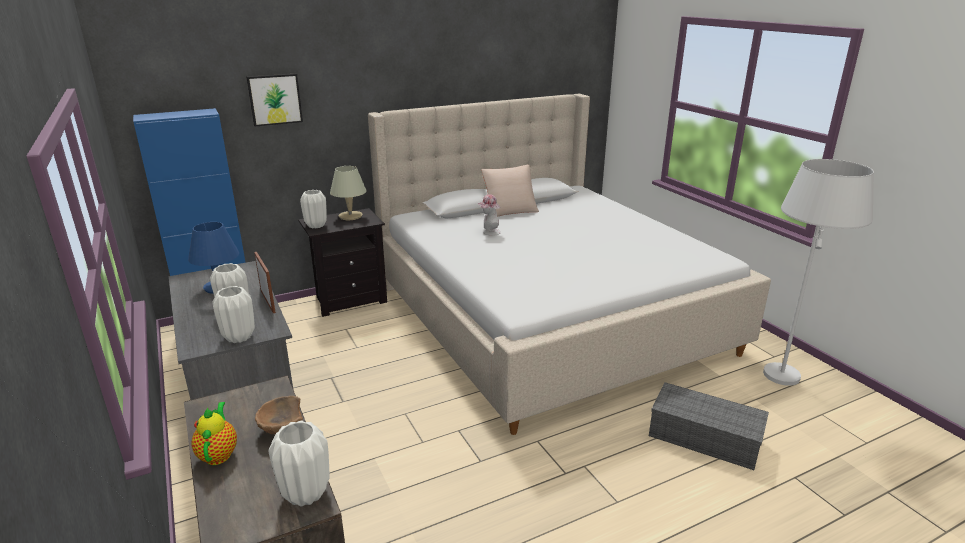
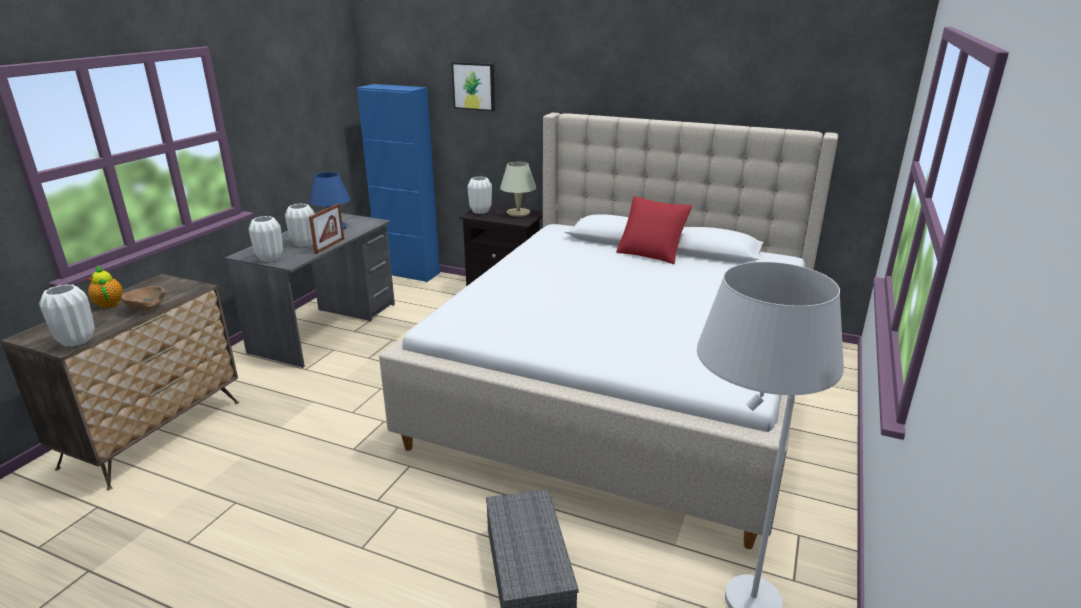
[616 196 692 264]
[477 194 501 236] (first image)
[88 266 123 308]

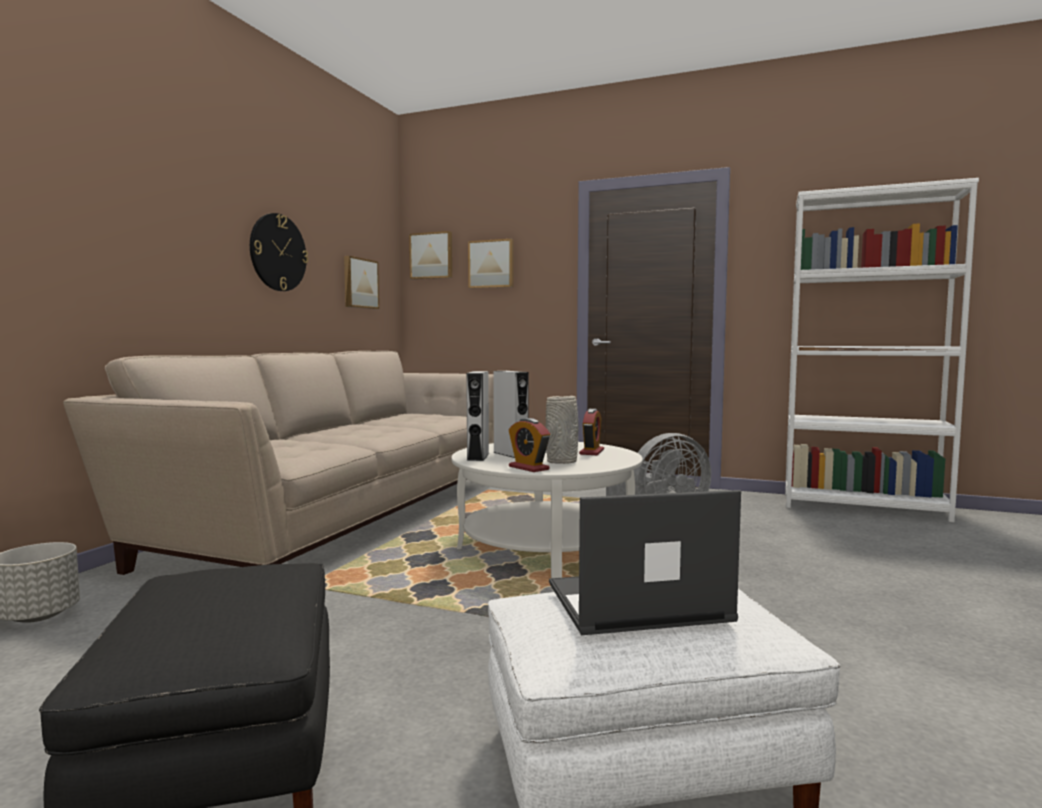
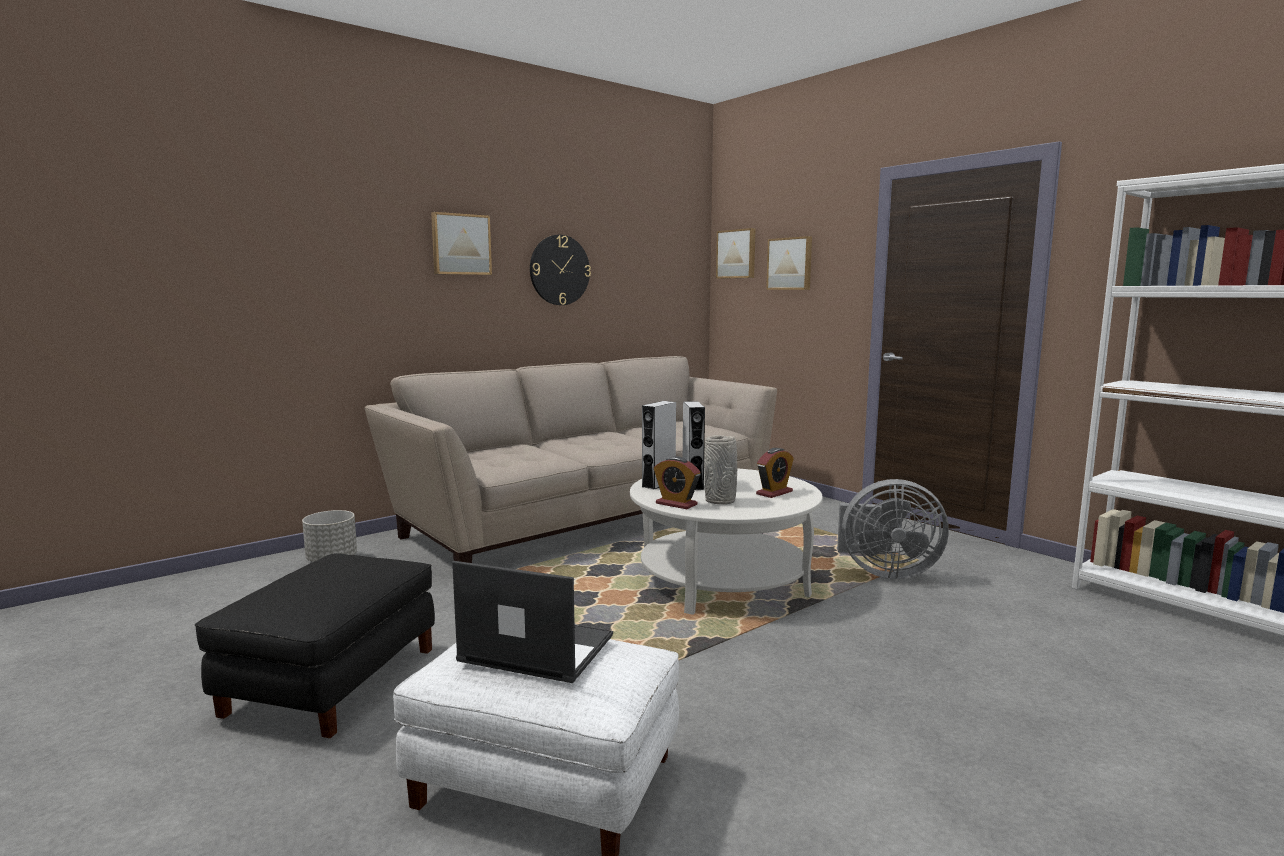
[431 212 492 275]
[654 456 701 509]

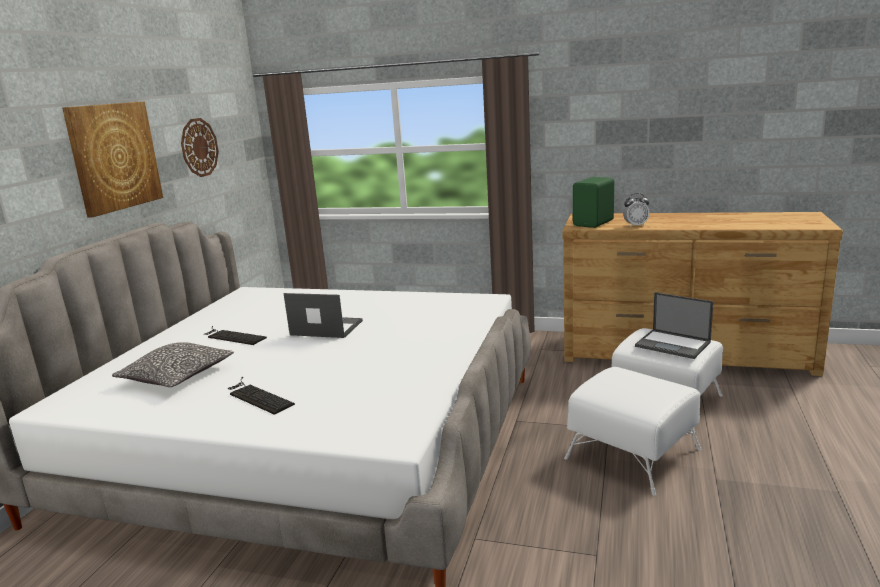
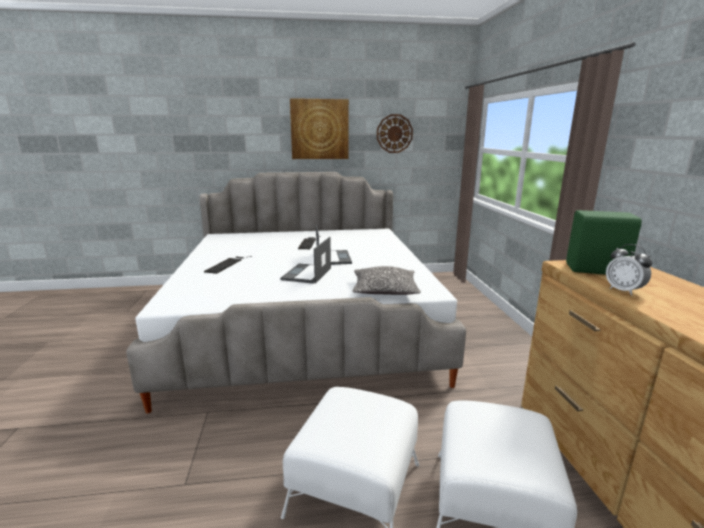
[280 237 331 284]
[352 266 421 295]

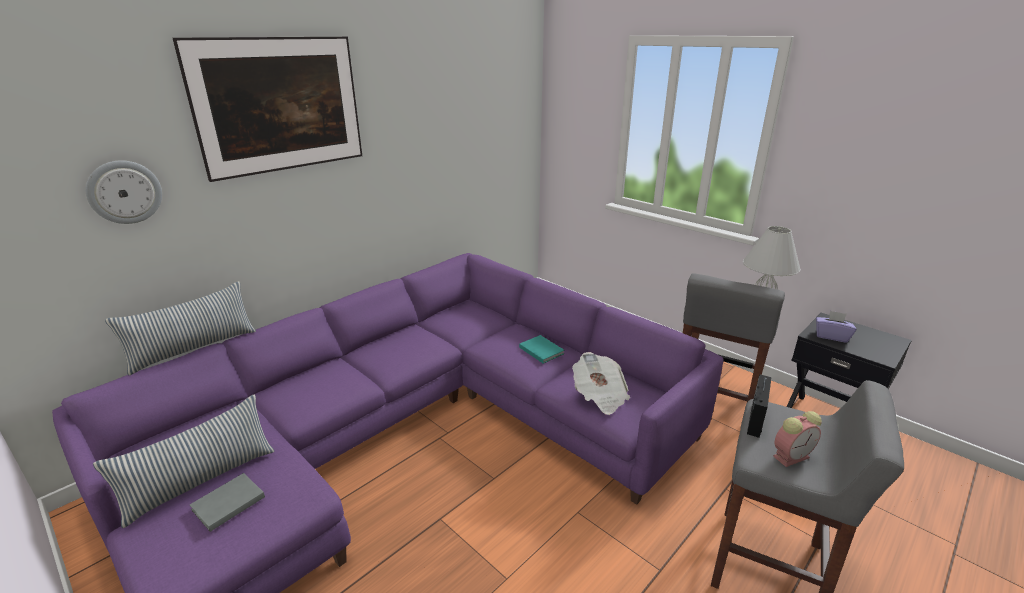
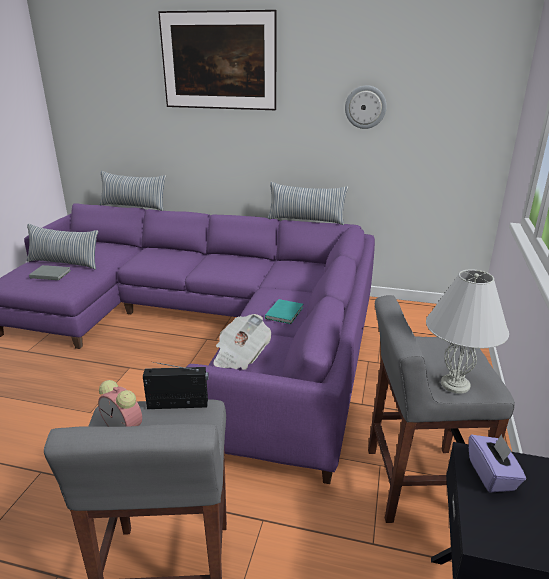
[345 85 387 129]
[267 182 348 225]

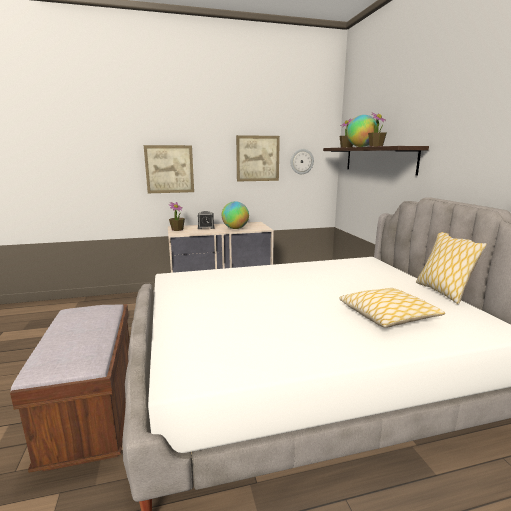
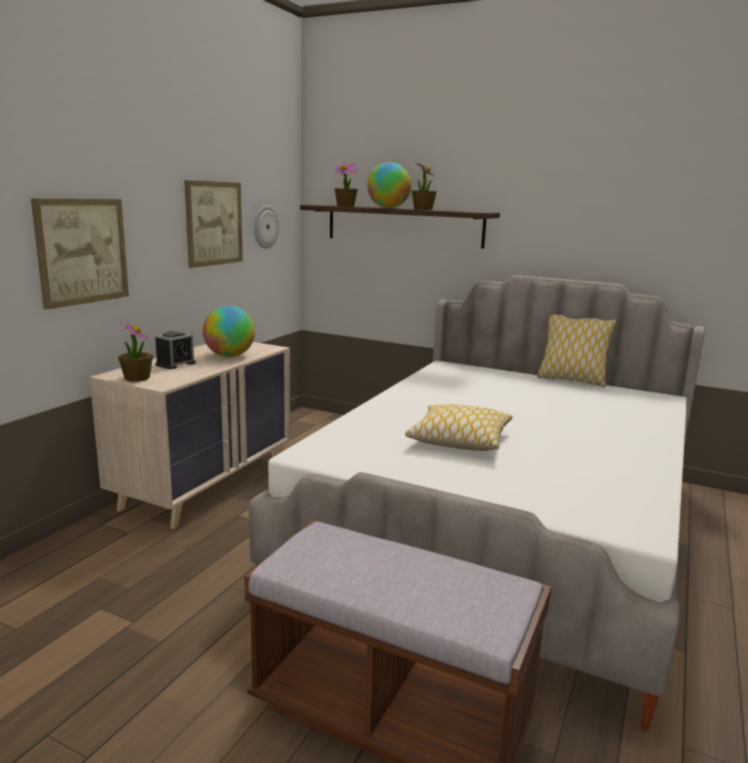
[405 404 512 451]

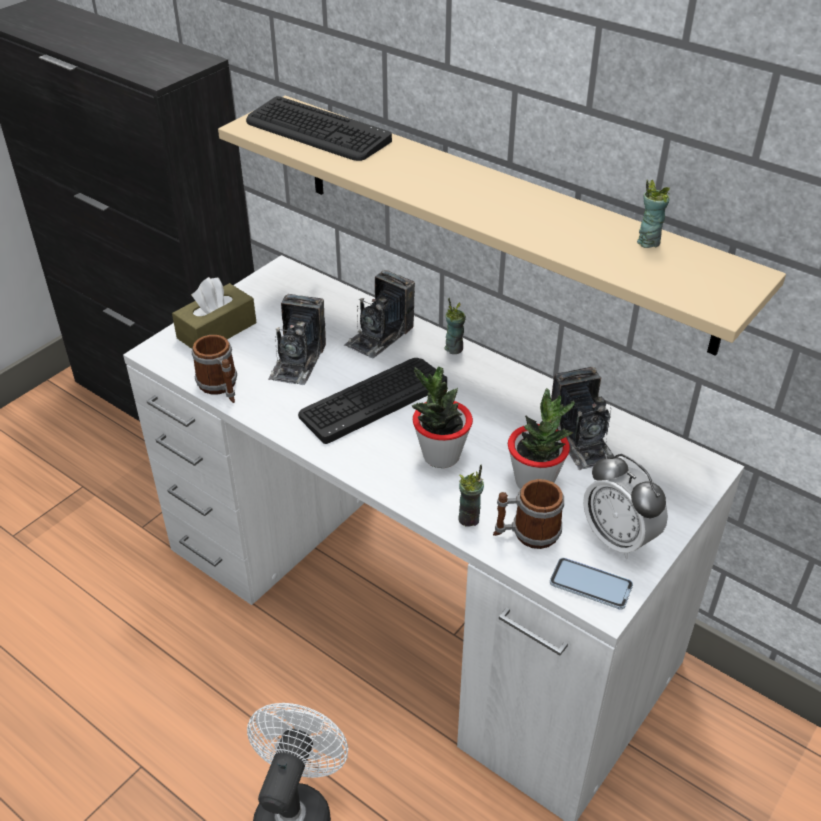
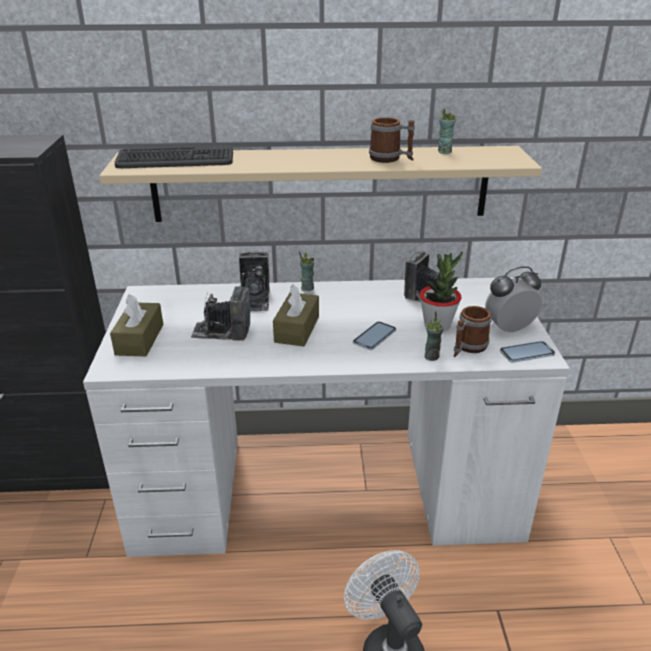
[191 286 250 340]
[369 117 415 163]
[273 284 319 346]
[353 321 396 350]
[485 266 542 333]

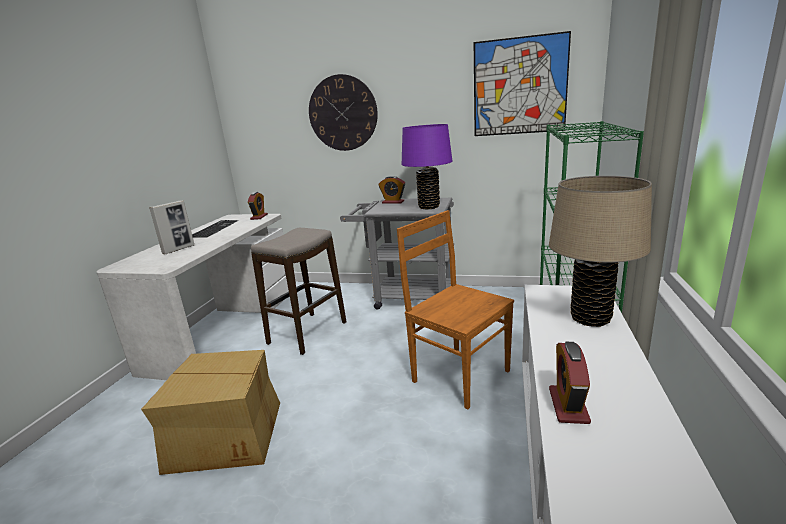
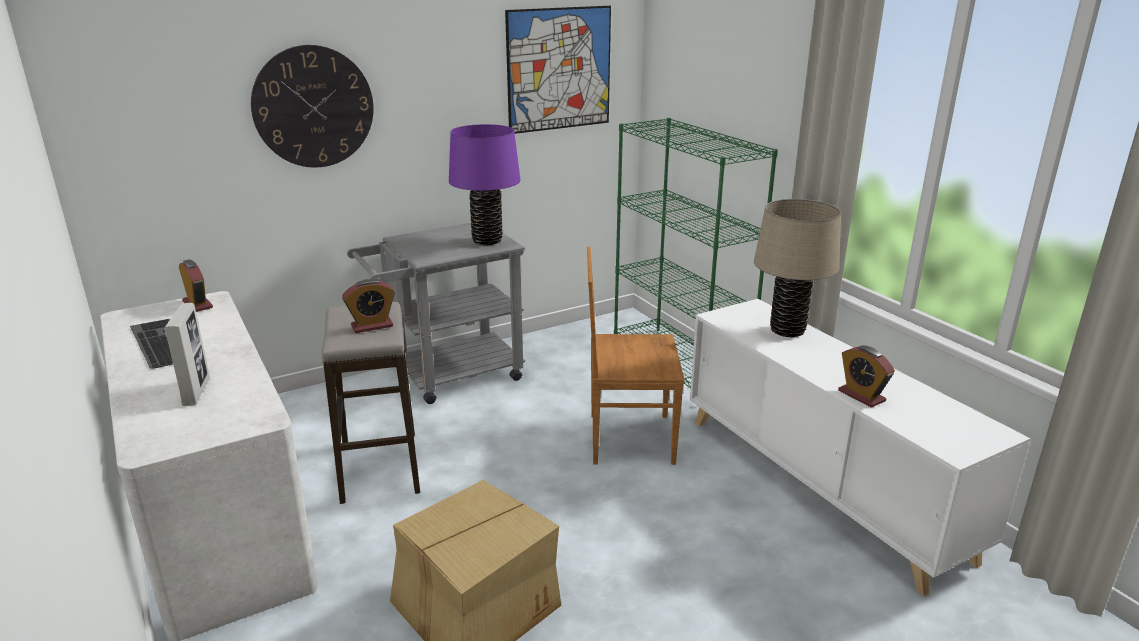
[342 279 395 333]

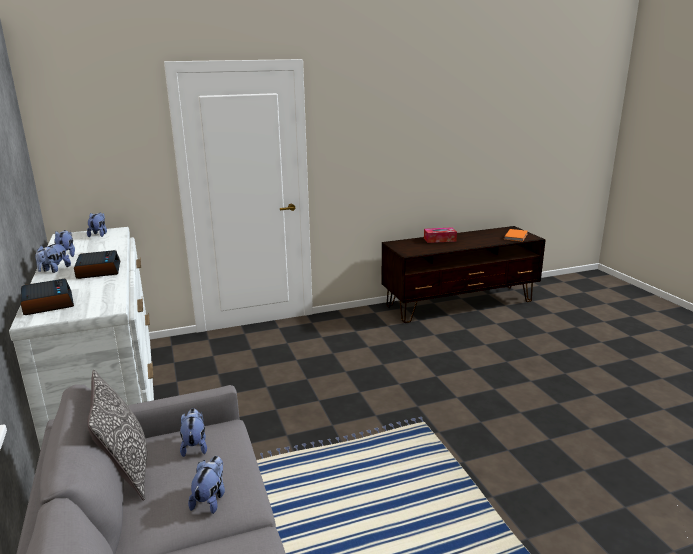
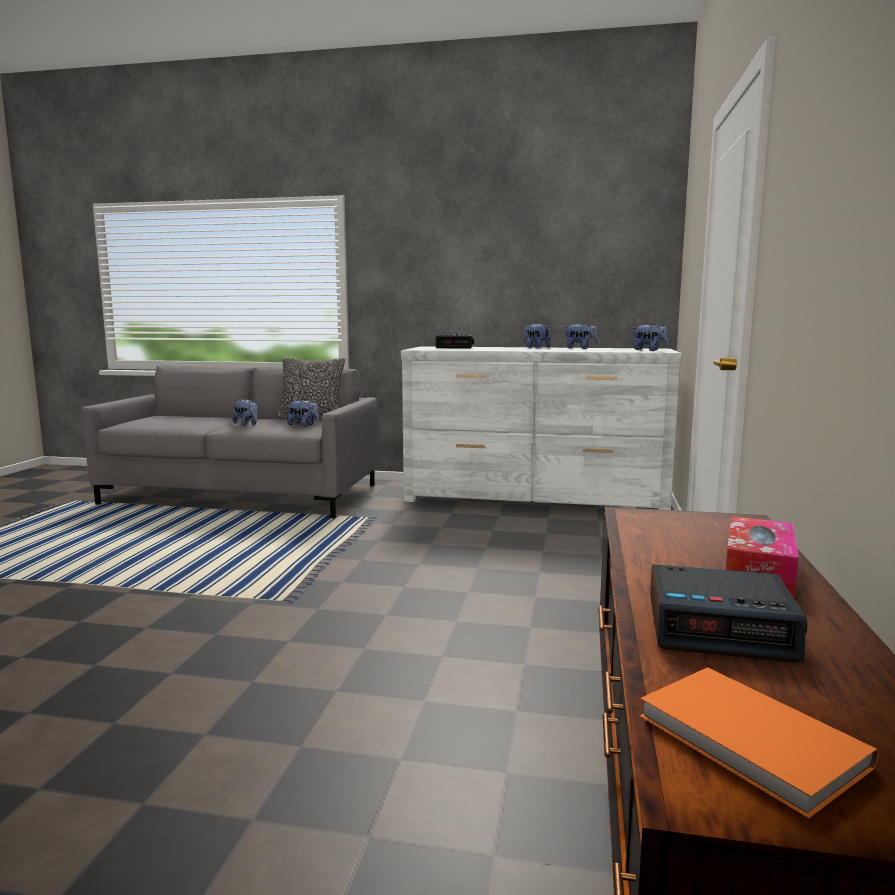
[650 564 807 663]

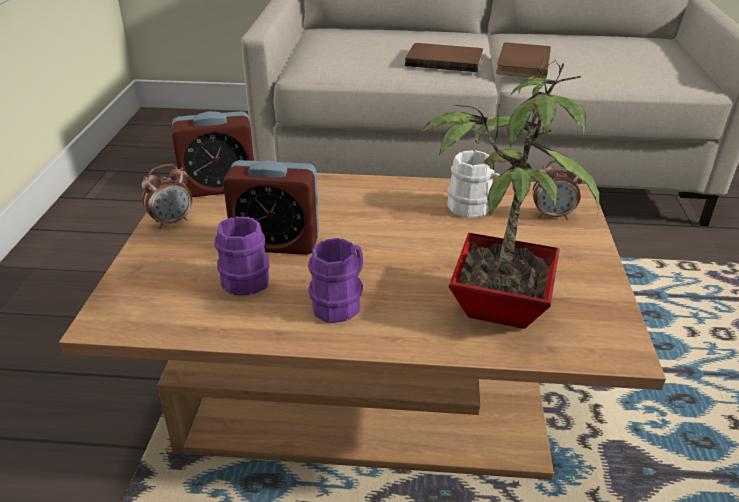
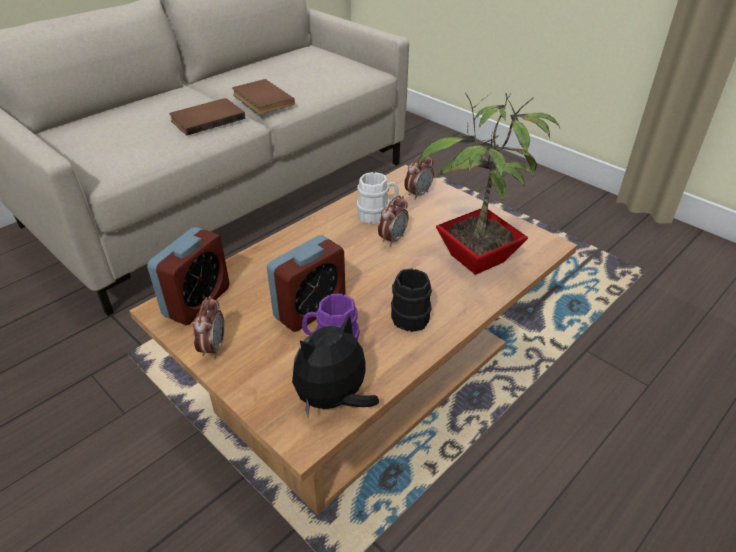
[391 268 432 332]
[378 195 409 246]
[292 313 379 419]

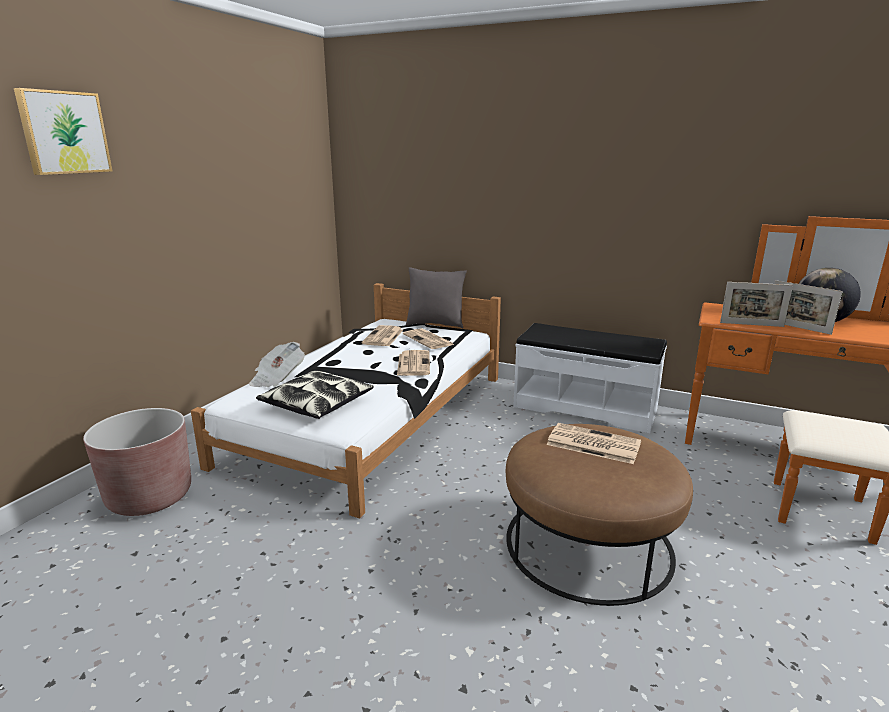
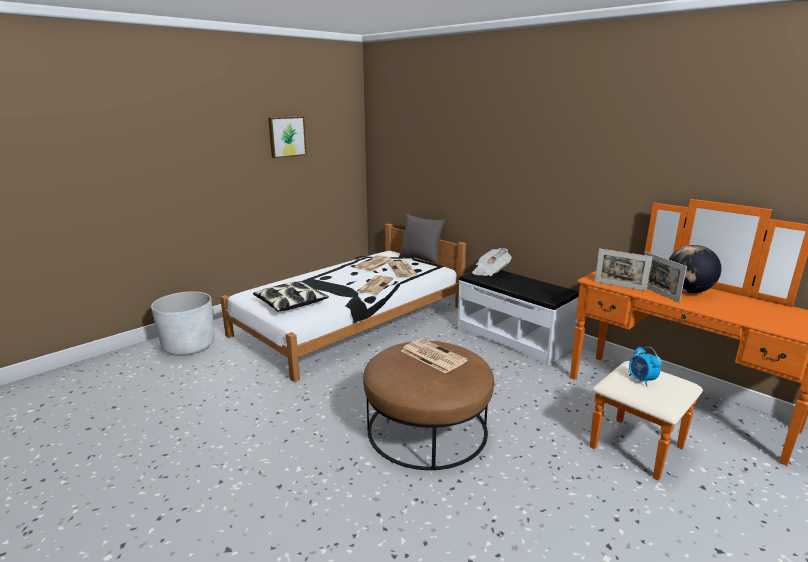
[268 116 307 158]
[472 248 512 276]
[151 291 215 356]
[629 347 662 387]

